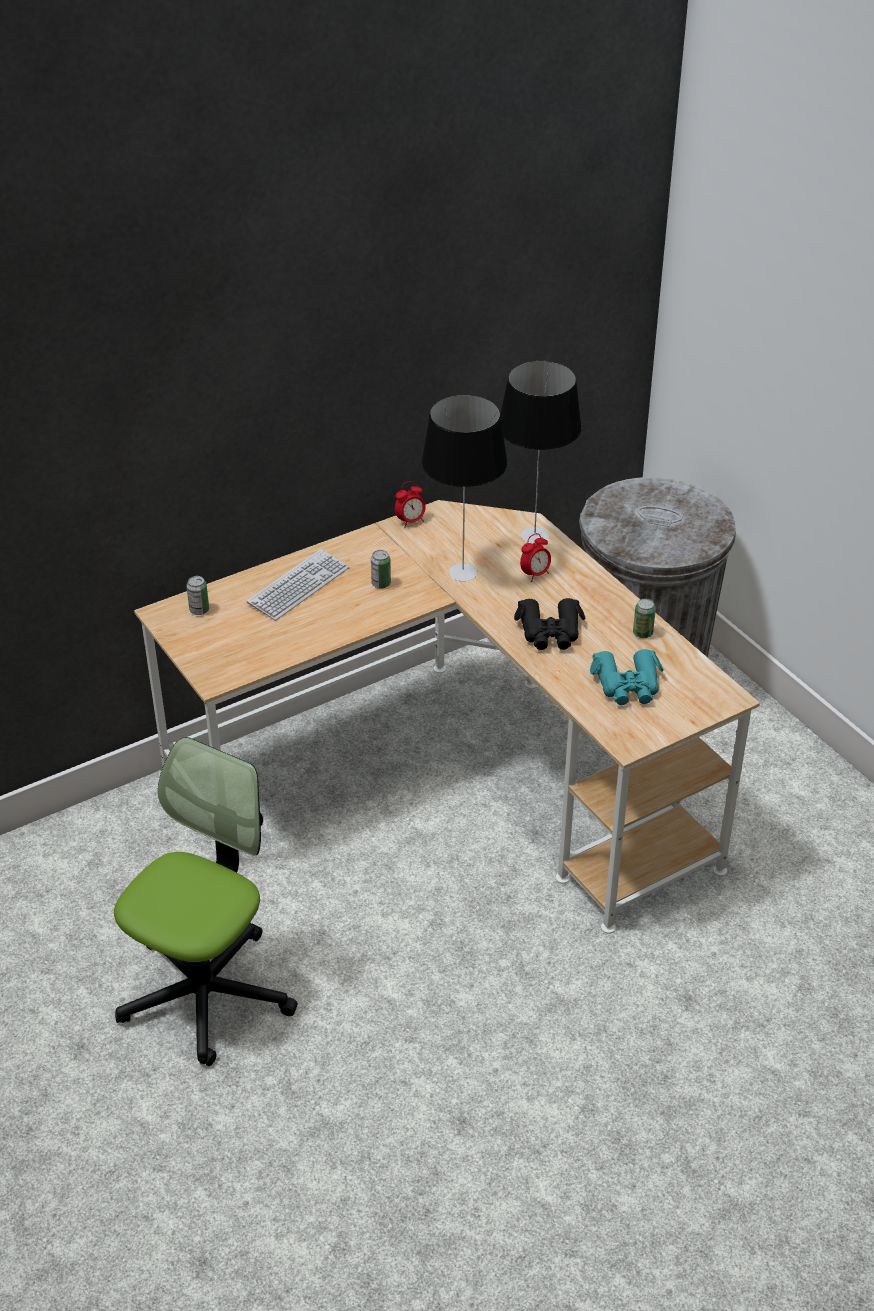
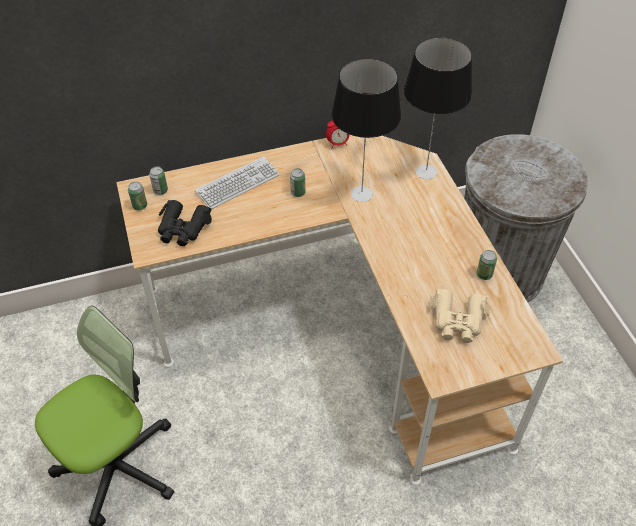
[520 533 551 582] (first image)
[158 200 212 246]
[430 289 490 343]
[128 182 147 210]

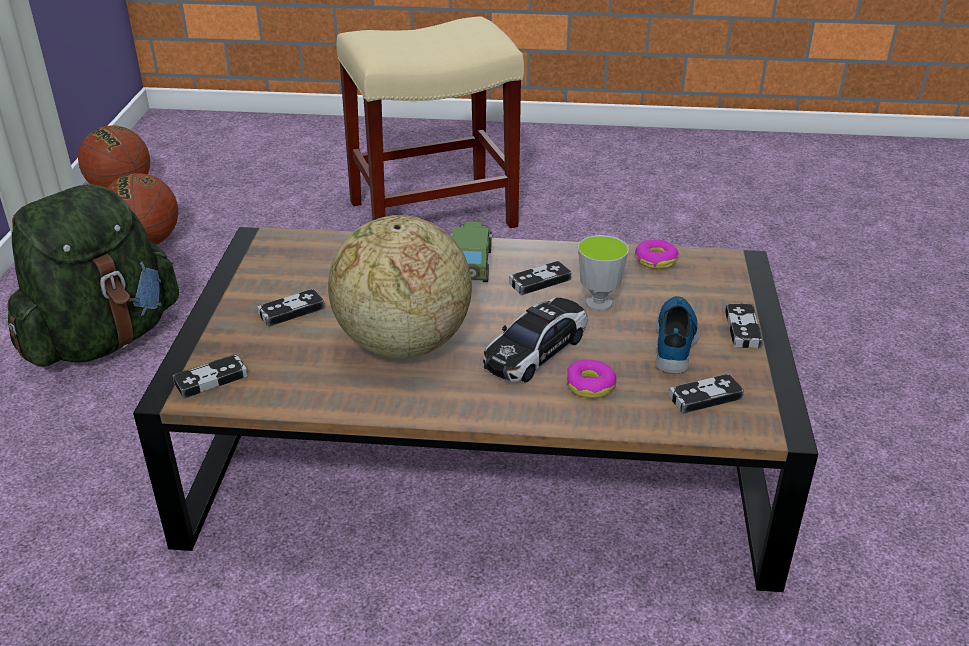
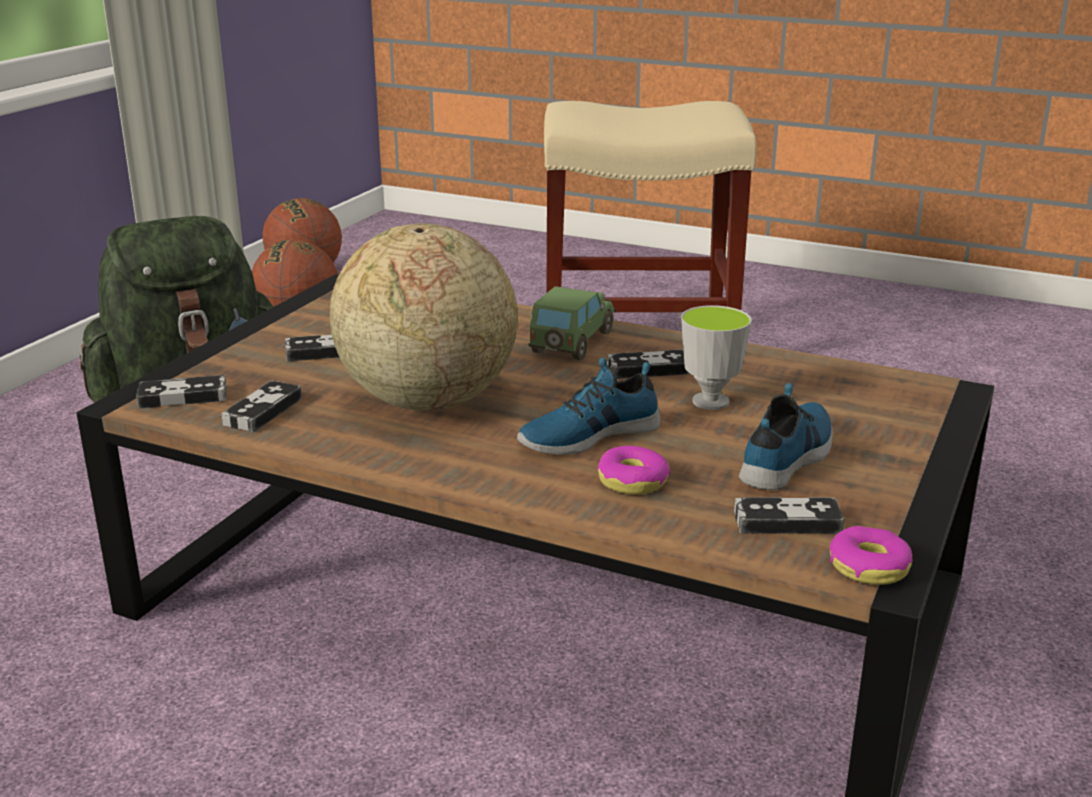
[830 526 912 585]
[517 357 660 455]
[221 380 302 432]

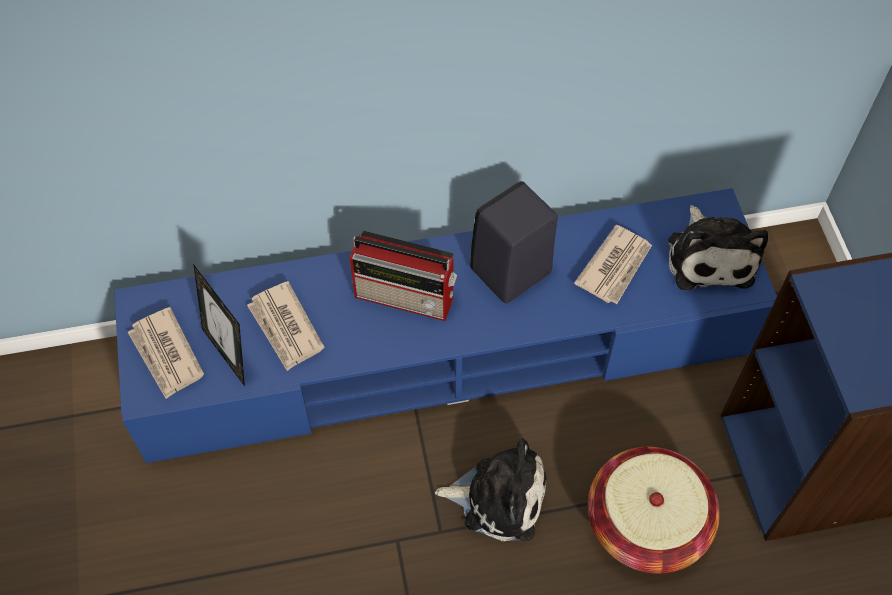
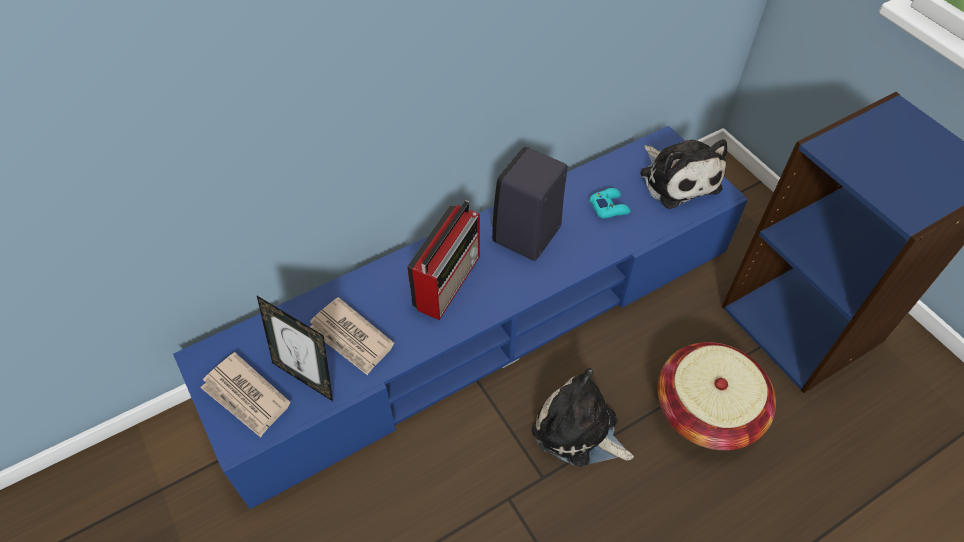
[589 188 630 219]
[407 200 480 320]
[532 368 634 467]

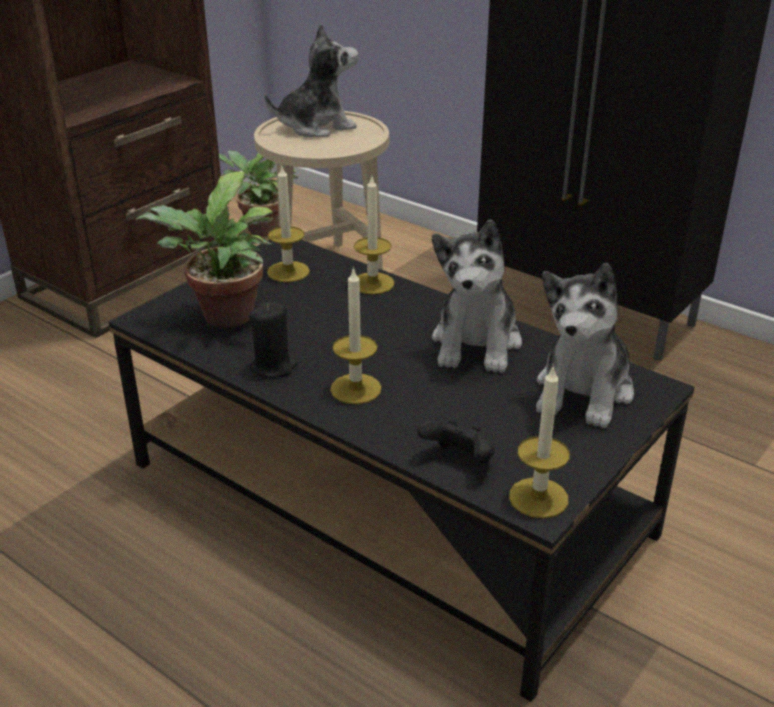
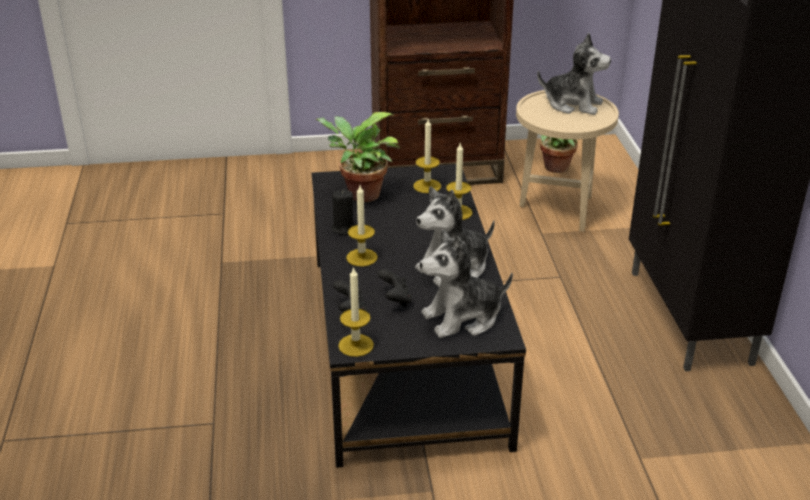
[378 269 412 307]

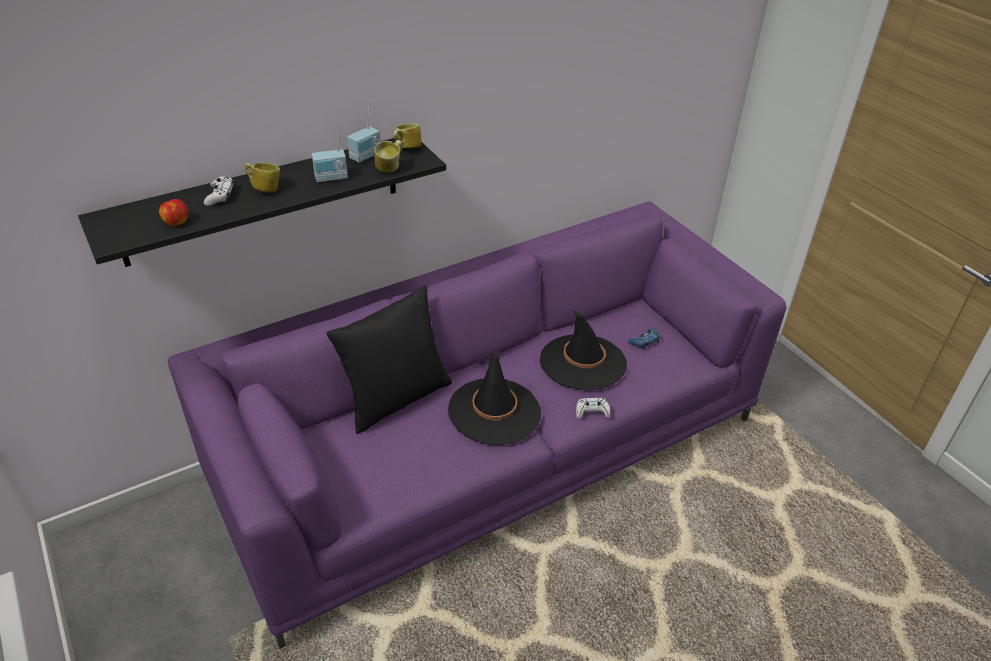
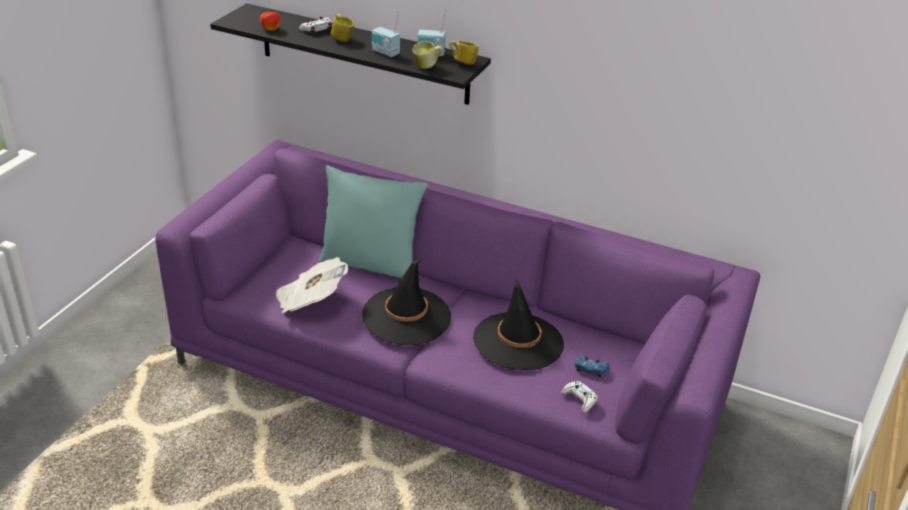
[318 165 428 278]
[561 381 598 412]
[276 257 348 313]

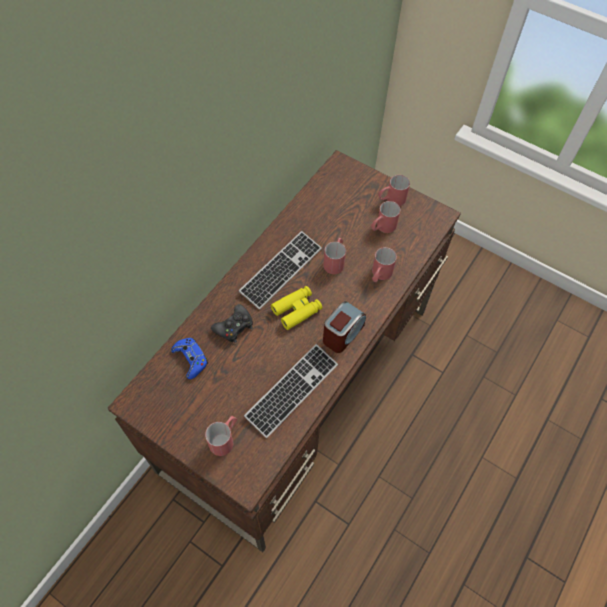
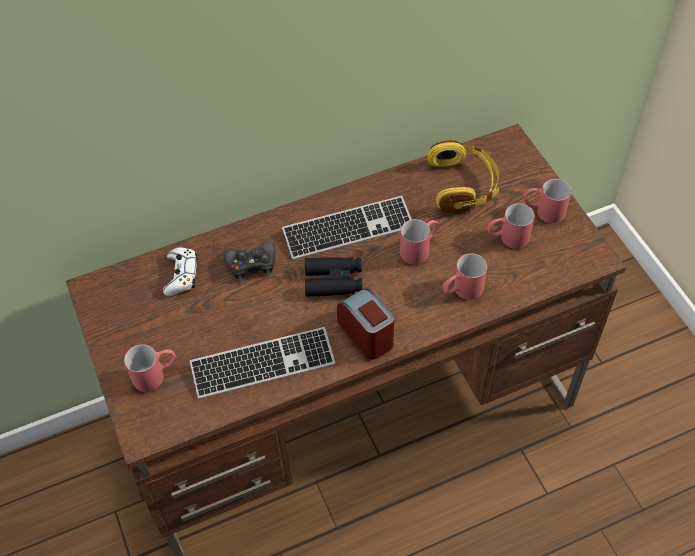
[305 257 363 297]
[337 288 394 360]
[163 247 198 296]
[428 140 499 214]

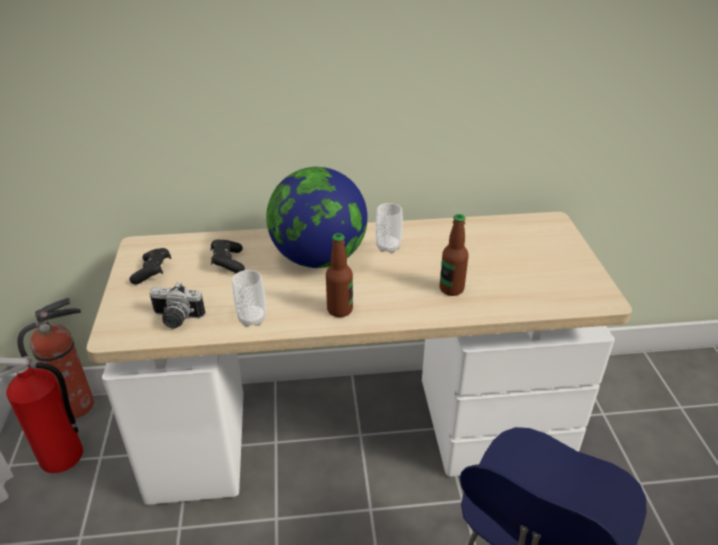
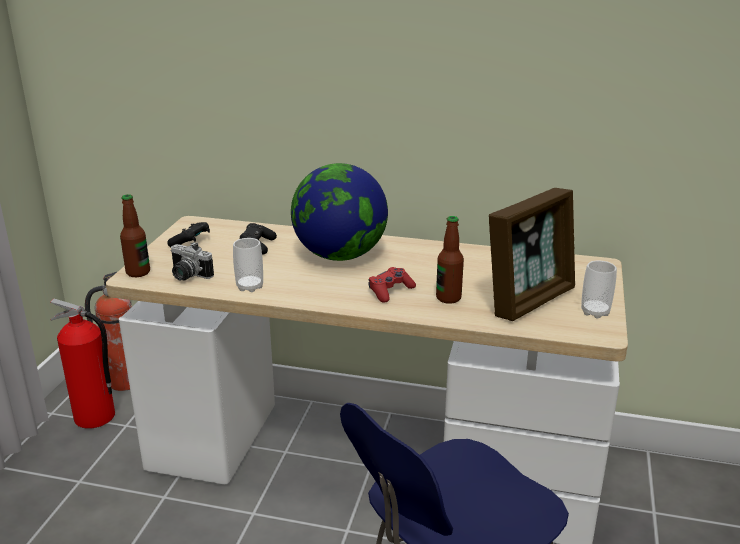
[581 261 617 319]
[120 194 150 277]
[489 188 575 321]
[368 267 416 303]

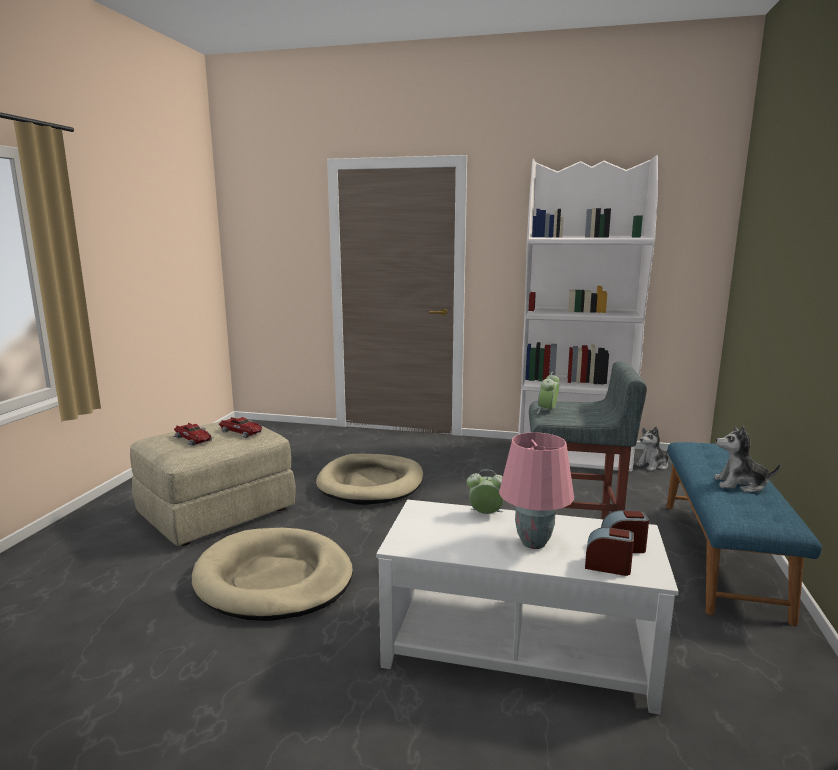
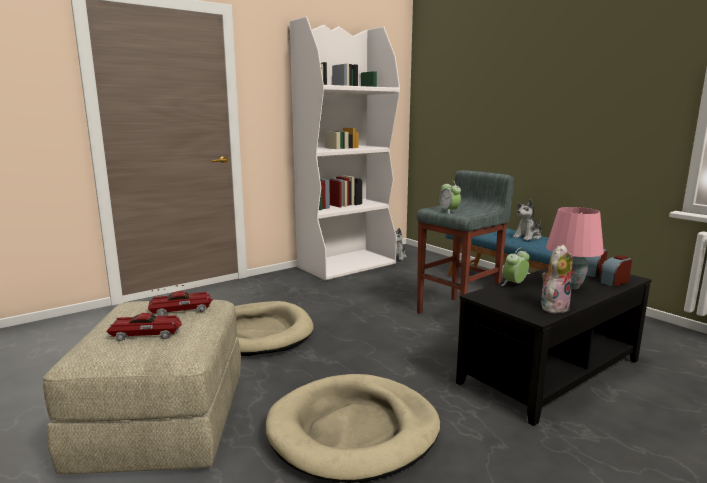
[456 267 652 426]
[541 244 573 313]

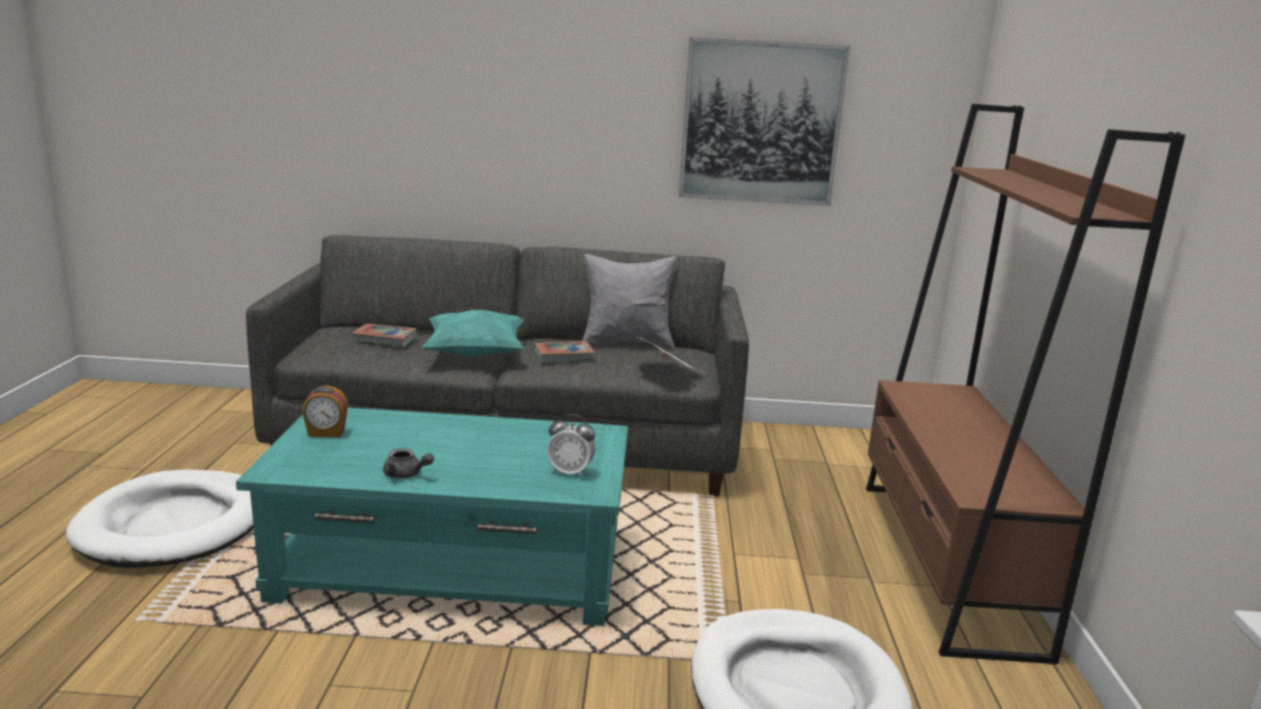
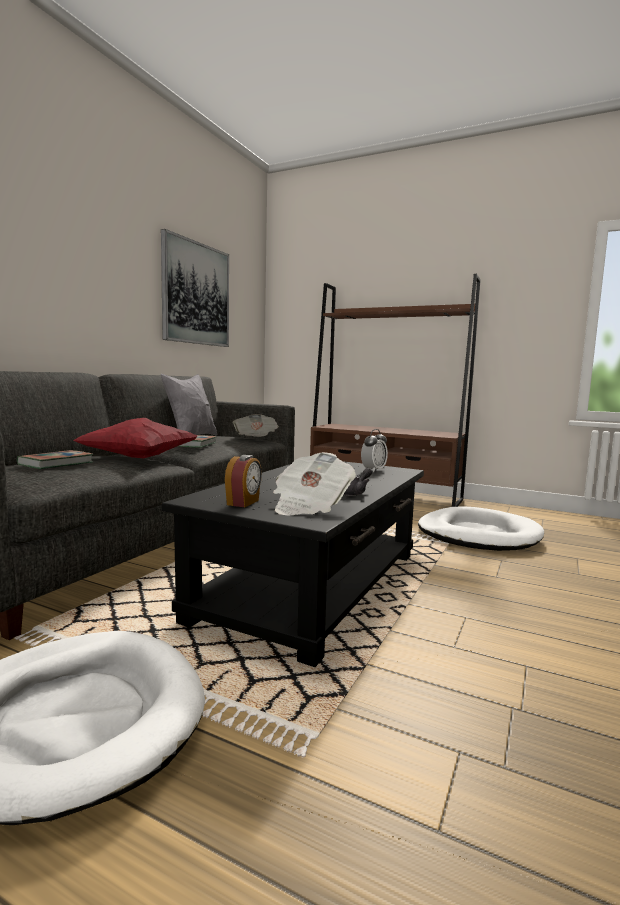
[74 418 198 459]
[162 461 424 667]
[273 452 356 515]

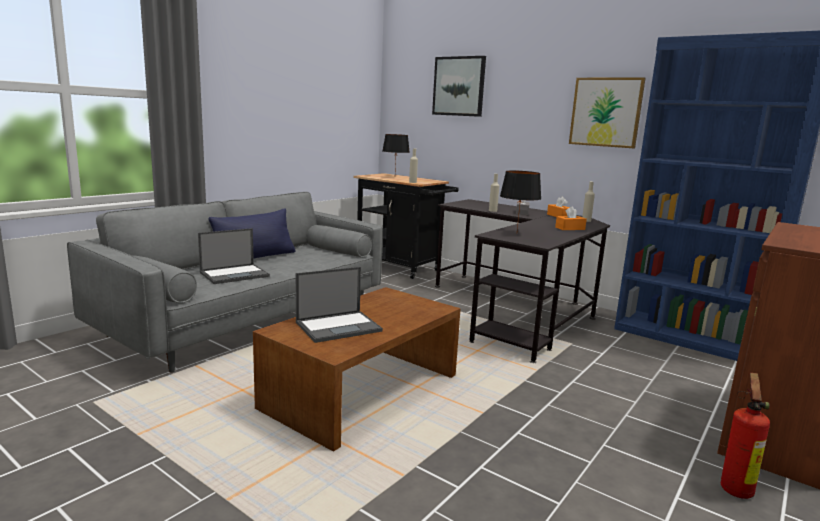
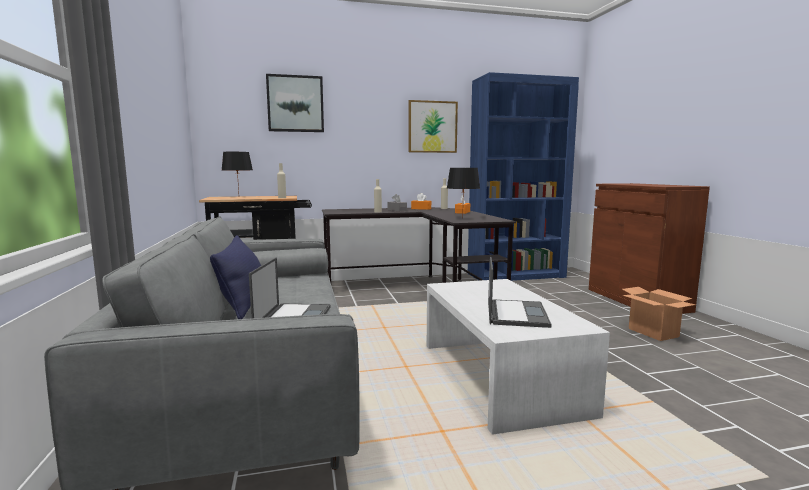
[427 279 610 435]
[721 373 770 499] (first image)
[622 287 696 341]

